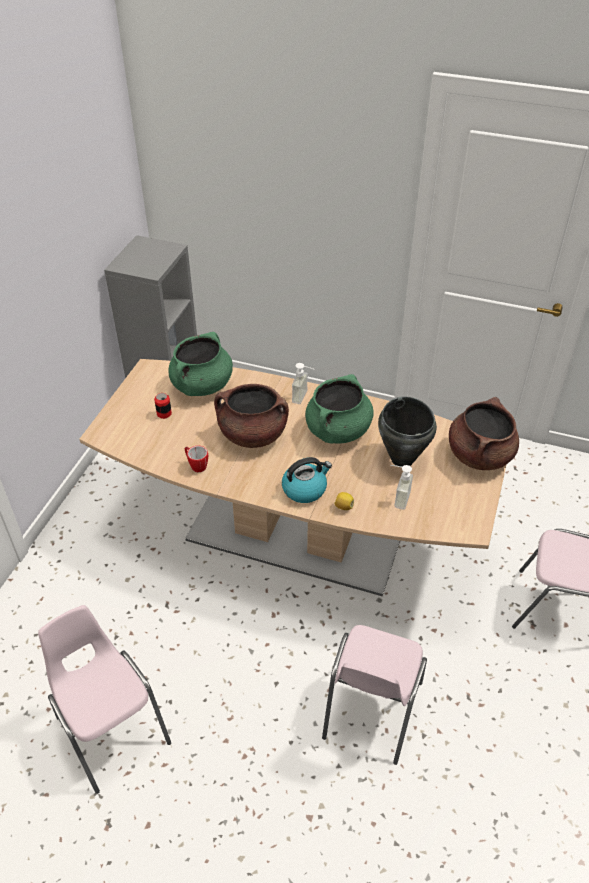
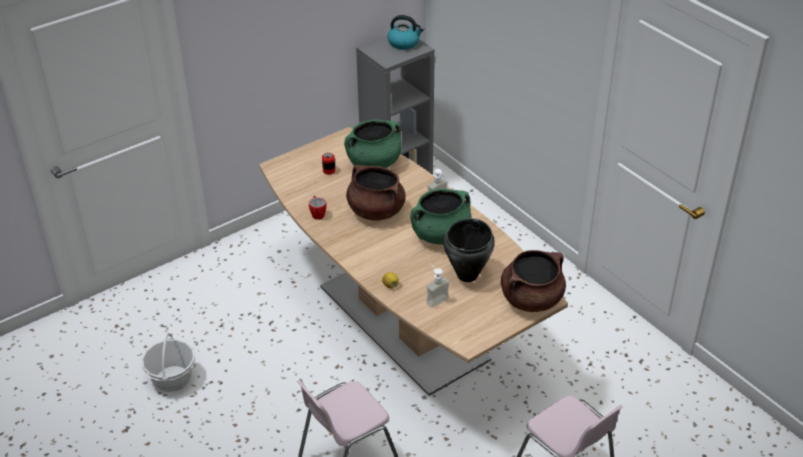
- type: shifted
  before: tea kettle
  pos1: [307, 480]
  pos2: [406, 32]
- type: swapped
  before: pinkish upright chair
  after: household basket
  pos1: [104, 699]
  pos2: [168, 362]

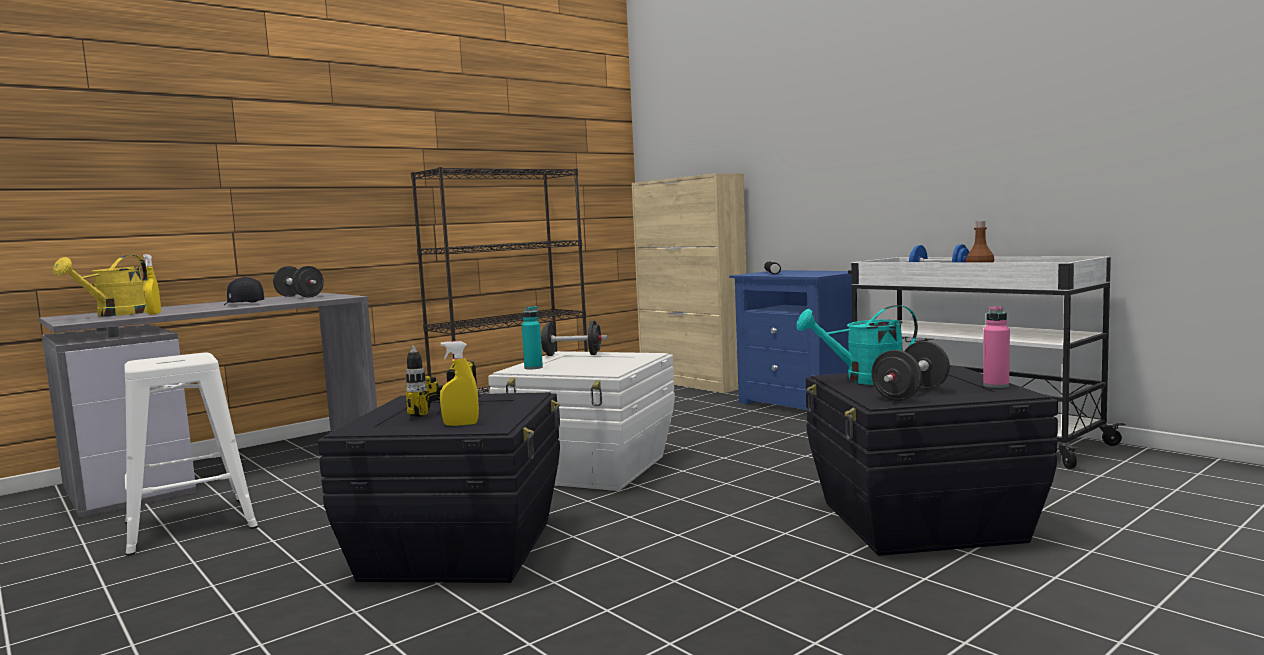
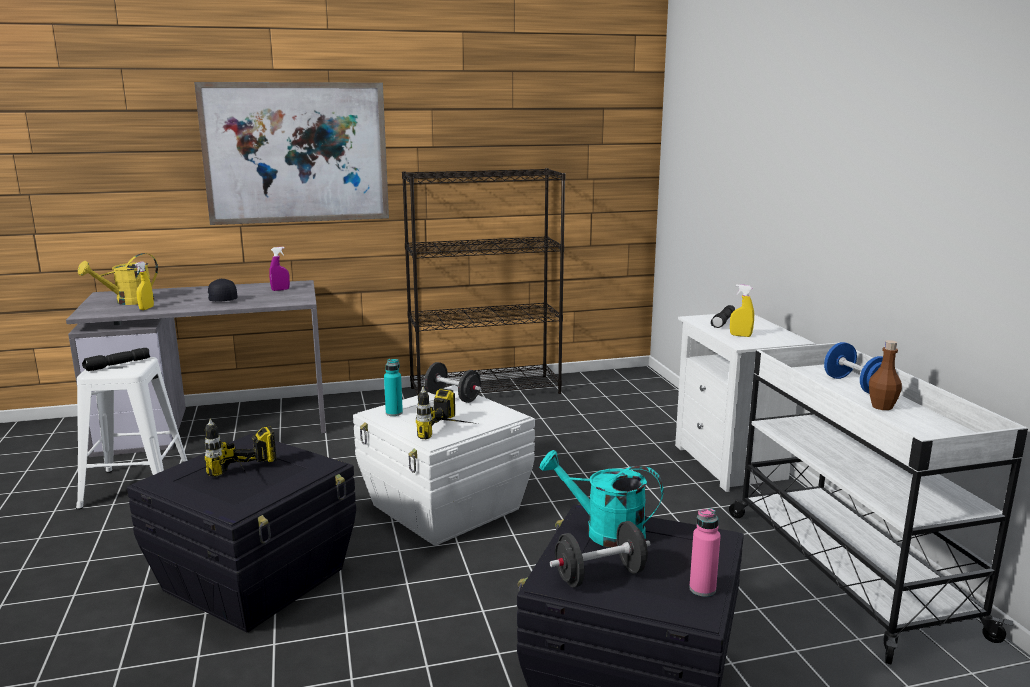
- type: gone
  before: beige-coloured cabinet
  pos1: [689, 283]
- type: swapped
  before: black-coloured hand weight
  after: purplish hand sprayer
  pos1: [298, 281]
  pos2: [279, 269]
- type: repainted
  before: blue night table
  after: white-coloured night table
  pos1: [790, 340]
  pos2: [745, 403]
- type: shifted
  before: yellow hand sprayer
  pos1: [459, 383]
  pos2: [742, 310]
- type: new
  after: wall art
  pos2: [291, 153]
- type: new
  after: black-coloured torch
  pos2: [116, 359]
- type: new
  after: electric drill
  pos2: [447, 413]

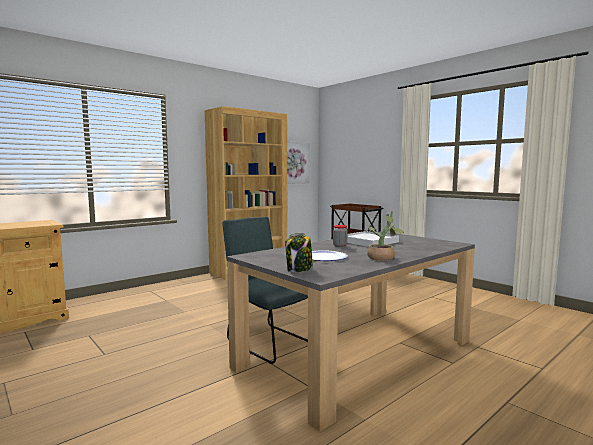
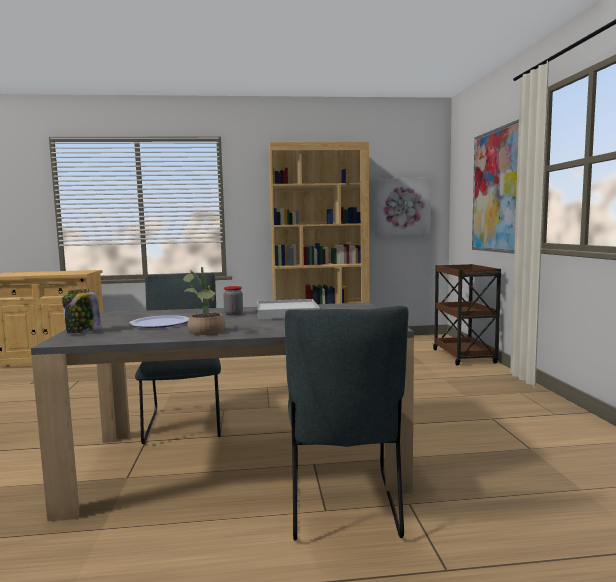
- type: new
  after: wall art
  pos2: [495, 186]
- type: new
  after: gray upright chair
  pos2: [347, 423]

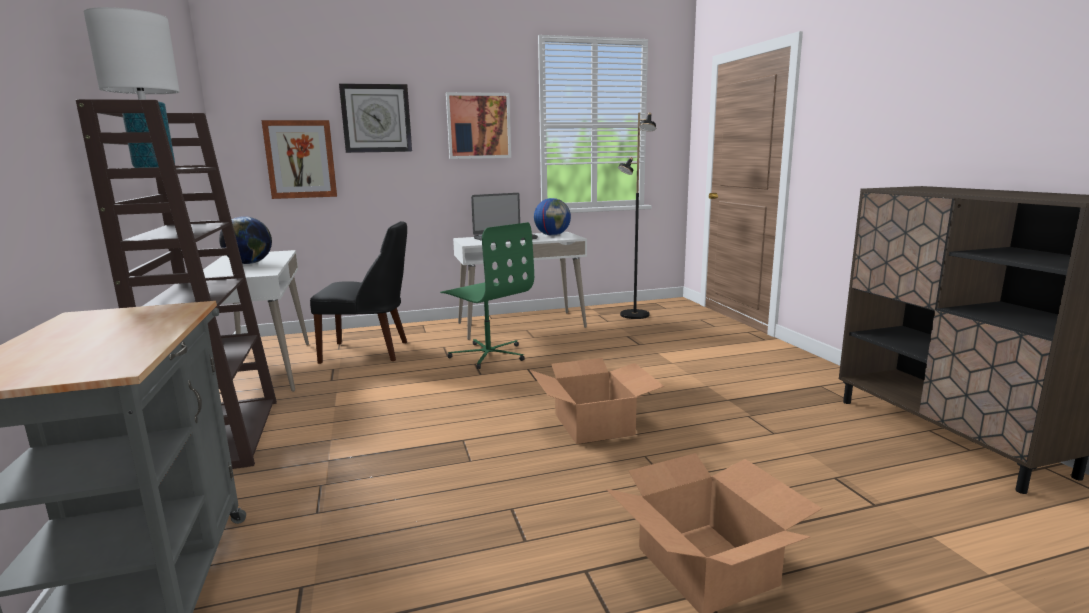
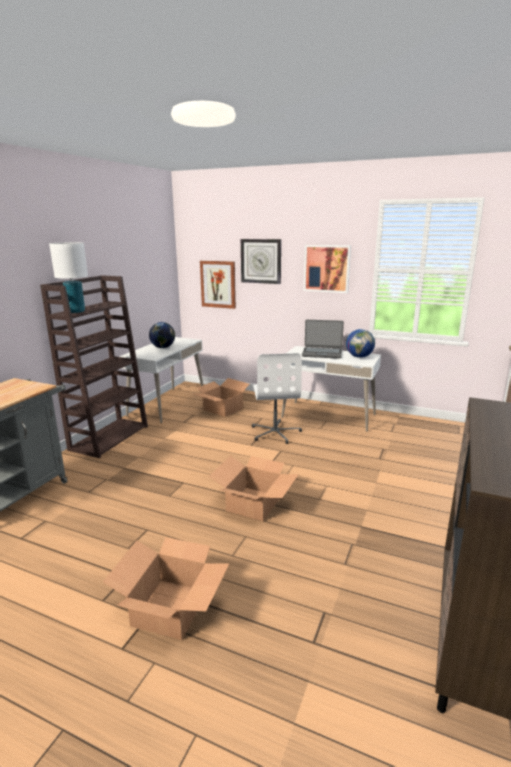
- type: gone
  before: black-coloured standard lamp
  pos1: [637, 216]
- type: swapped
  before: black-coloured upright chair
  after: cardboard box
  pos1: [358, 292]
  pos2: [222, 397]
- type: repainted
  before: green desk chair
  after: white-coloured desk chair
  pos1: [487, 295]
  pos2: [277, 398]

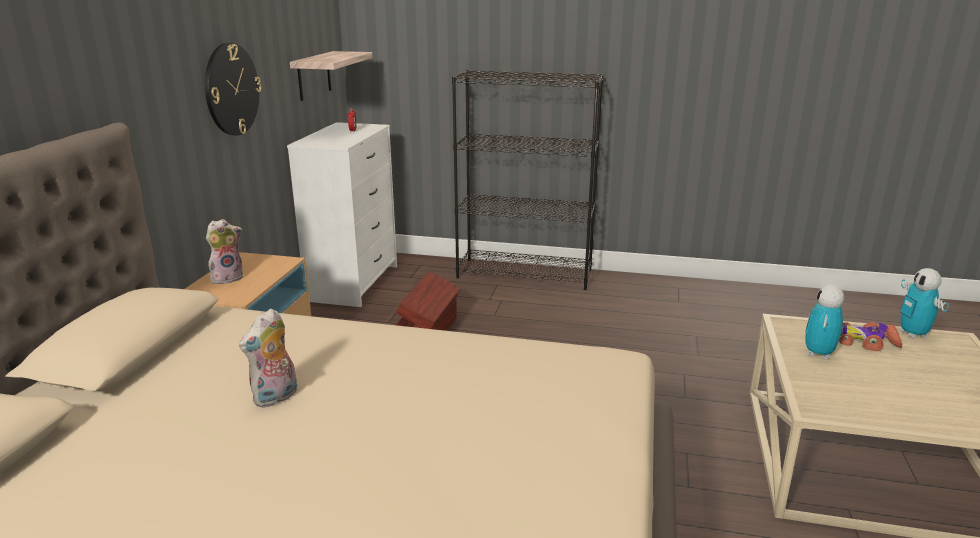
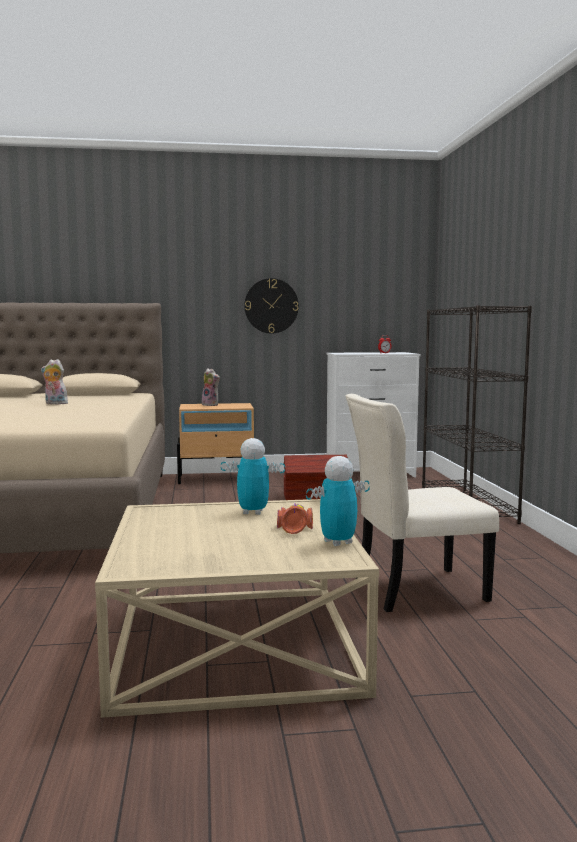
- type: gone
  before: wall shelf
  pos1: [331, 76]
- type: new
  after: beige-coloured upright chair
  pos2: [422, 503]

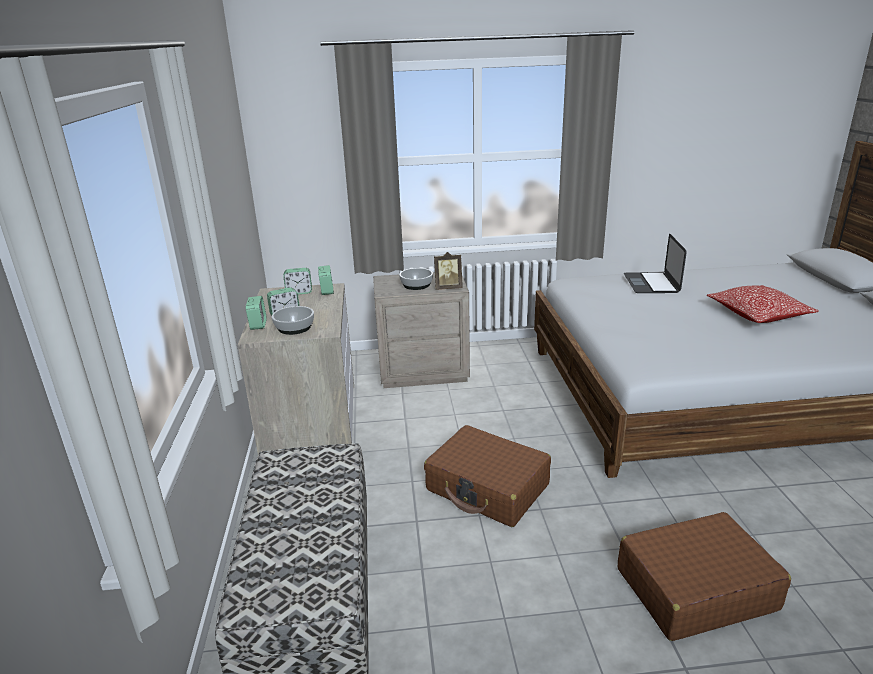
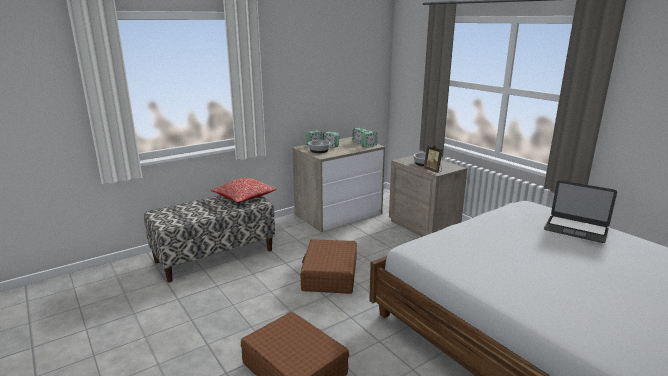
- type: rotated
  before: laptop
  pos1: [655, 263]
  pos2: [580, 211]
  turn: -120
- type: shifted
  before: throw pillow
  pos1: [763, 304]
  pos2: [243, 190]

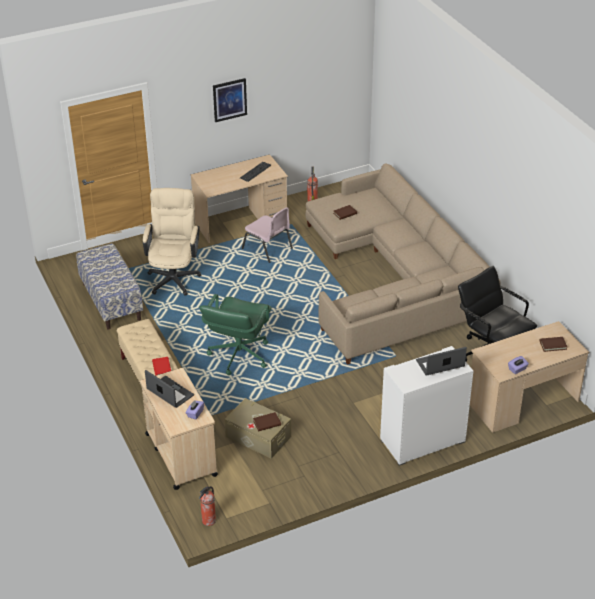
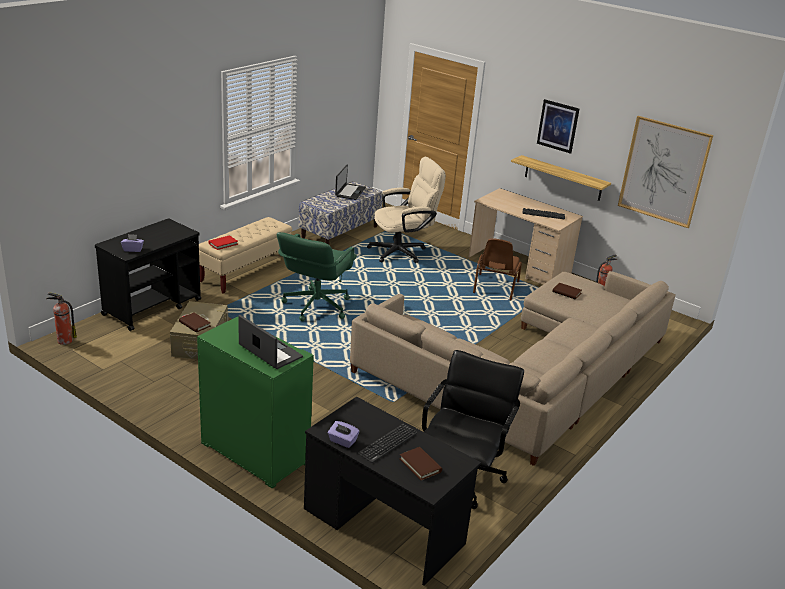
- type: repainted
  before: pinkish upright chair
  after: brown upright chair
  pos1: [267, 235]
  pos2: [497, 269]
- type: rotated
  before: green desk chair
  pos1: [235, 334]
  pos2: [317, 276]
  turn: -60
- type: repainted
  before: beige-coloured desk unit
  after: black-coloured desk unit
  pos1: [529, 377]
  pos2: [392, 491]
- type: repainted
  before: white-coloured cabinet
  after: green cabinet
  pos1: [426, 406]
  pos2: [255, 403]
- type: repainted
  before: beige-coloured cart
  after: black-coloured cart
  pos1: [179, 429]
  pos2: [148, 275]
- type: shifted
  before: laptop
  pos1: [169, 389]
  pos2: [350, 182]
- type: new
  after: wall art
  pos2: [665, 172]
- type: new
  after: wall shelf
  pos2: [561, 178]
- type: new
  after: computer keyboard
  pos2: [387, 443]

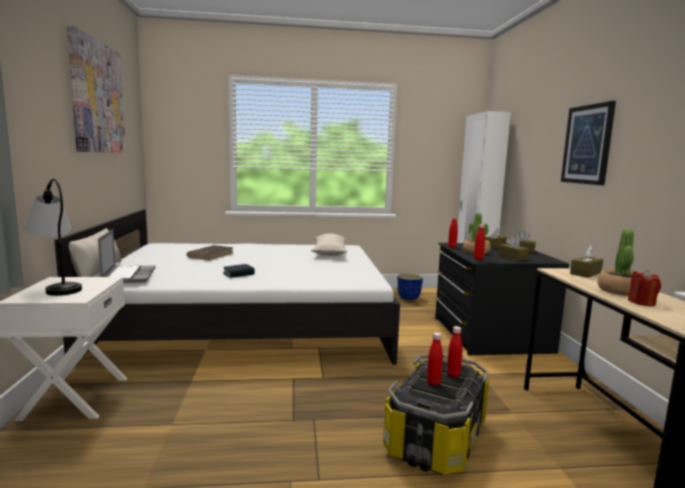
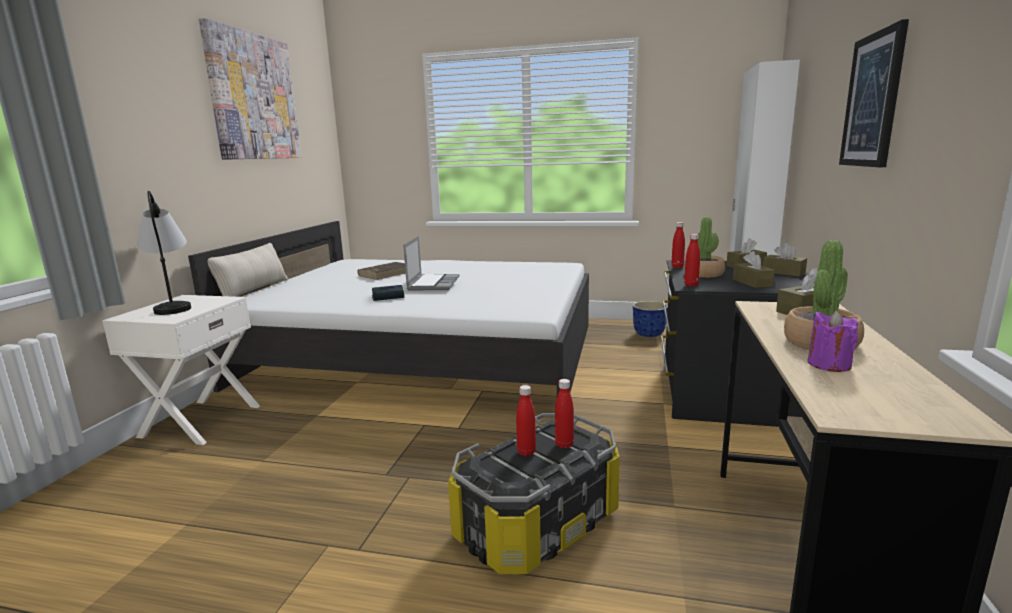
- type: shifted
  before: laptop
  pos1: [126, 256]
  pos2: [431, 263]
- type: gone
  before: beige-coloured throw pillow
  pos1: [329, 245]
- type: repainted
  before: red candle
  after: purplish candle
  pos1: [644, 288]
  pos2: [832, 341]

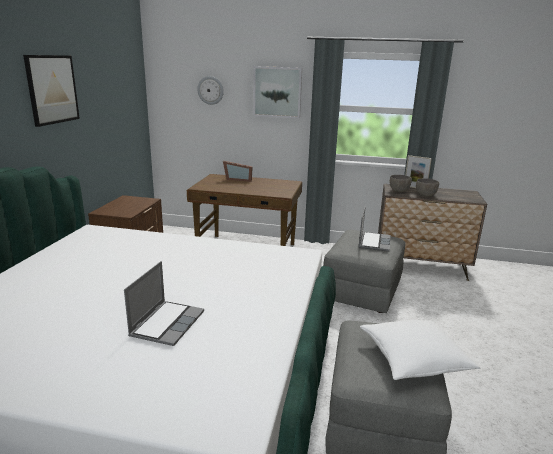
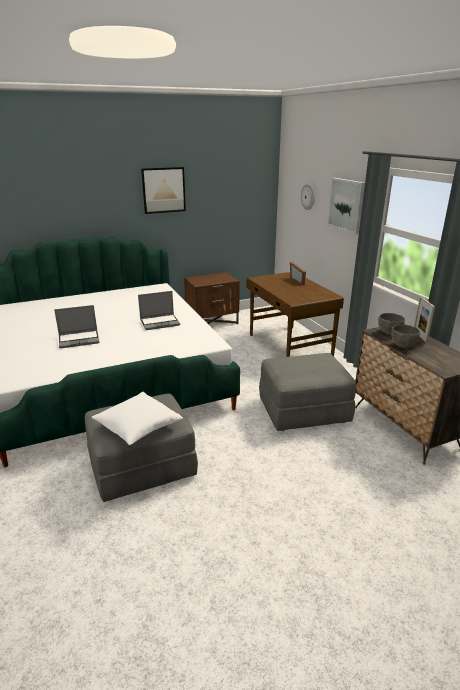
- type: shifted
  before: laptop
  pos1: [375, 229]
  pos2: [159, 310]

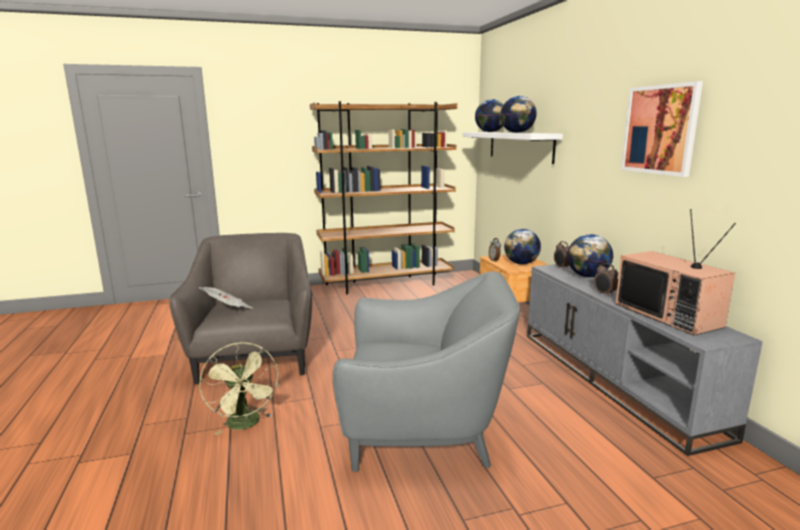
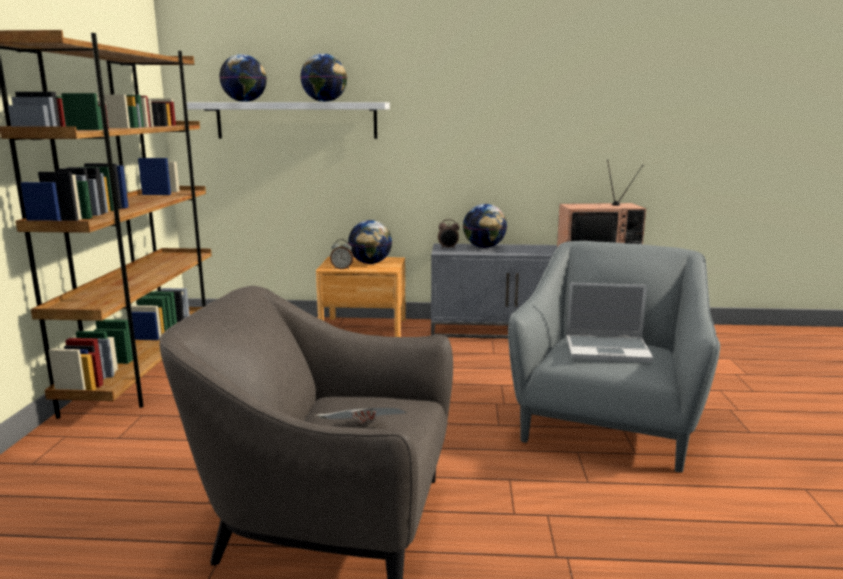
- type: gone
  before: wall art
  pos1: [662, 129]
- type: gone
  before: alarm clock
  pos1: [606, 279]
- type: gone
  before: green fan
  pos1: [239, 388]
- type: new
  after: laptop
  pos2: [610, 322]

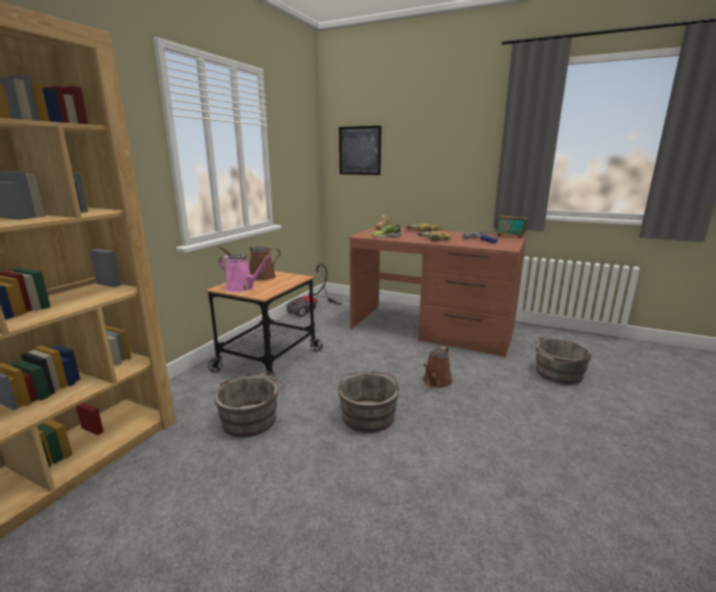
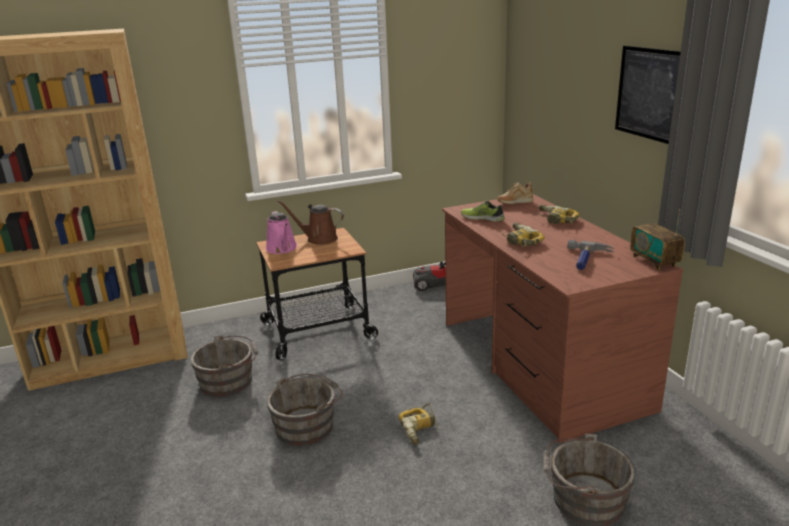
- type: shifted
  before: wall art
  pos1: [360, 150]
  pos2: [648, 95]
- type: swapped
  before: brown sprinkling can
  after: electric drill
  pos1: [438, 367]
  pos2: [418, 424]

